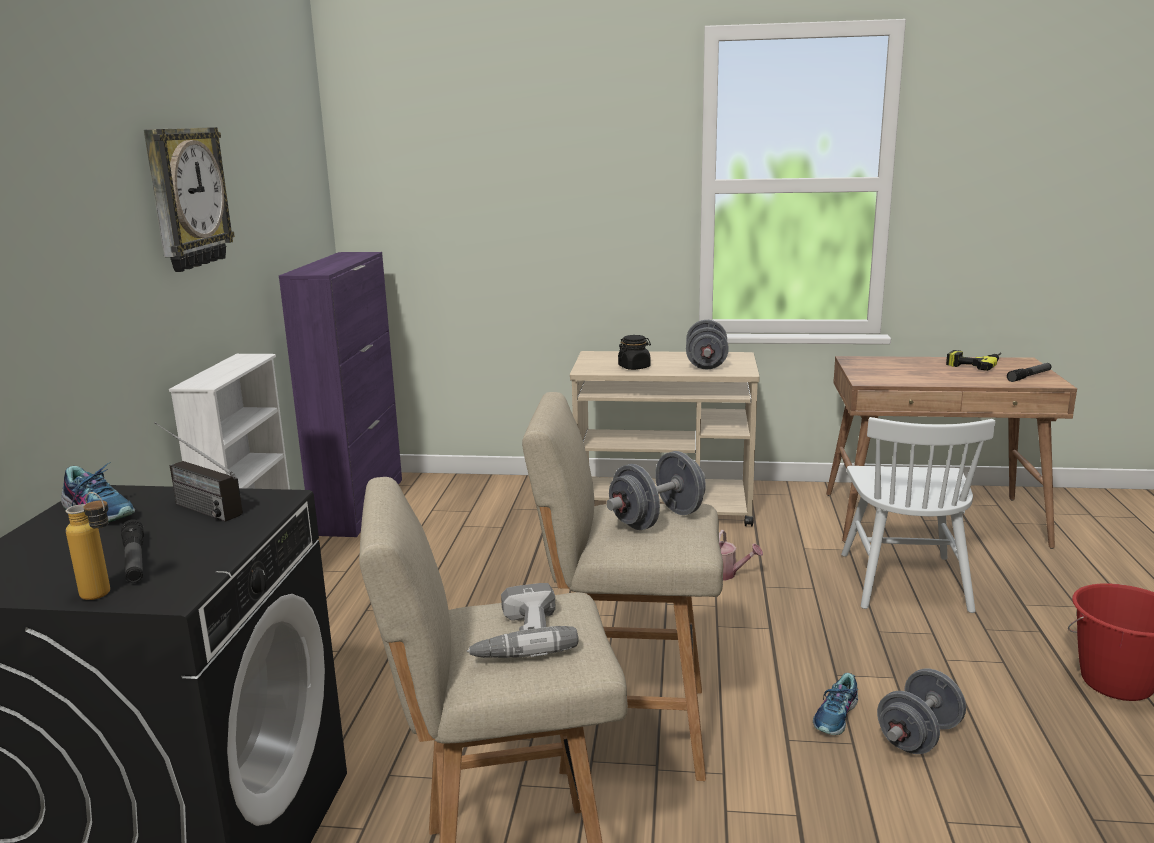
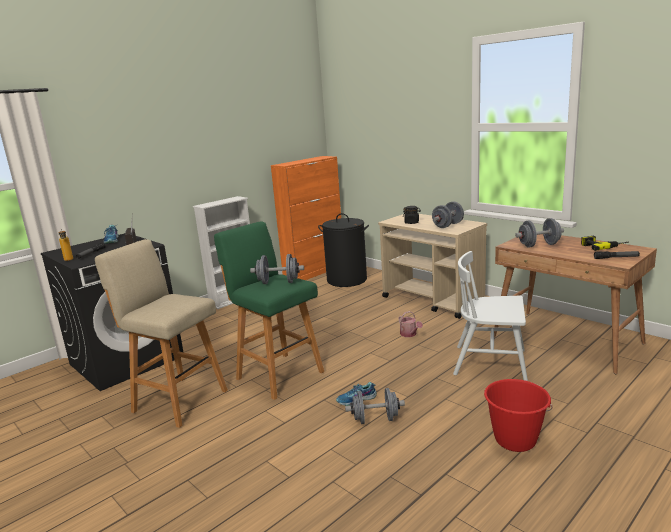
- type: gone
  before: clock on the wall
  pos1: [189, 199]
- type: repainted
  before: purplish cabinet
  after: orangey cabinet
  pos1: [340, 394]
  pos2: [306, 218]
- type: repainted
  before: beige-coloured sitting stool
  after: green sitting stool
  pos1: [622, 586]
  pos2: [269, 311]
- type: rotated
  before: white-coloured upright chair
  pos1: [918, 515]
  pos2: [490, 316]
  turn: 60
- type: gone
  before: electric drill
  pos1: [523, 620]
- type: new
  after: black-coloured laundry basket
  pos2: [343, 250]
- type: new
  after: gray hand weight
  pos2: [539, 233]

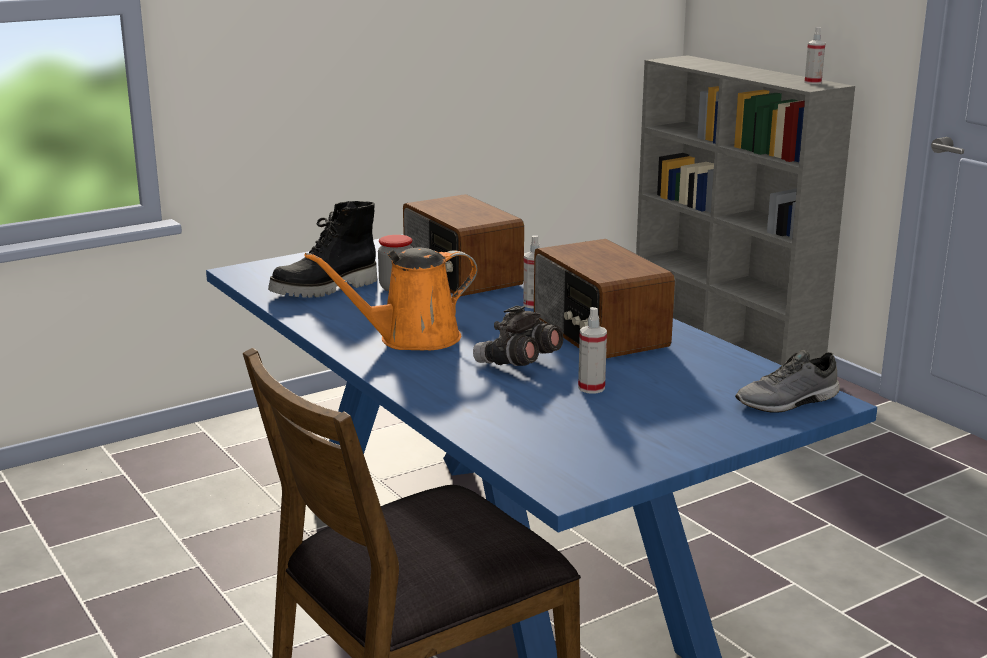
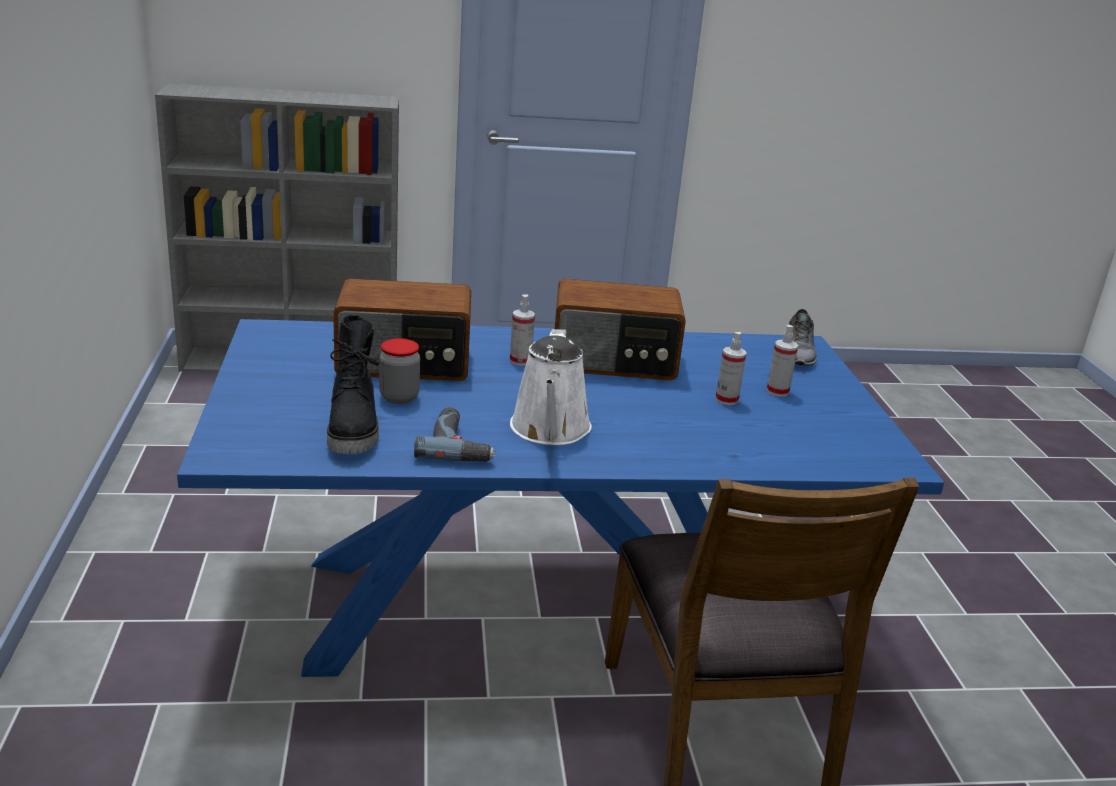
- type: shifted
  before: hand sprayer
  pos1: [814, 55]
  pos2: [782, 361]
- type: repainted
  before: orangey sprinkling can
  after: white-coloured sprinkling can
  pos1: [390, 299]
  pos2: [551, 387]
- type: gone
  before: gray field glasses
  pos1: [518, 336]
- type: new
  after: electric drill
  pos2: [454, 434]

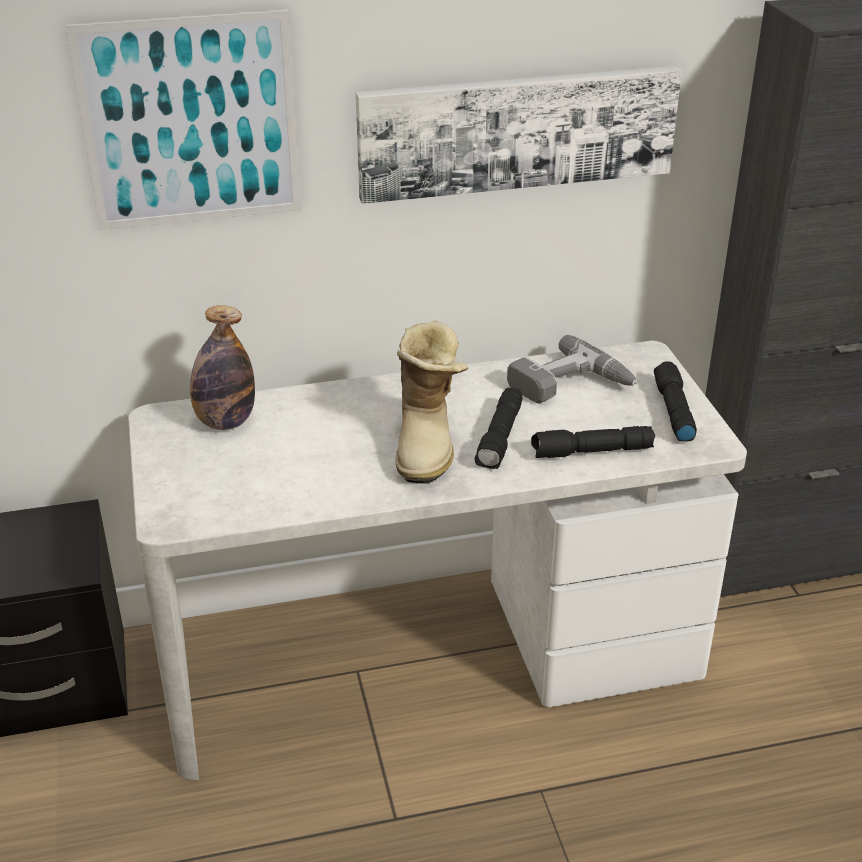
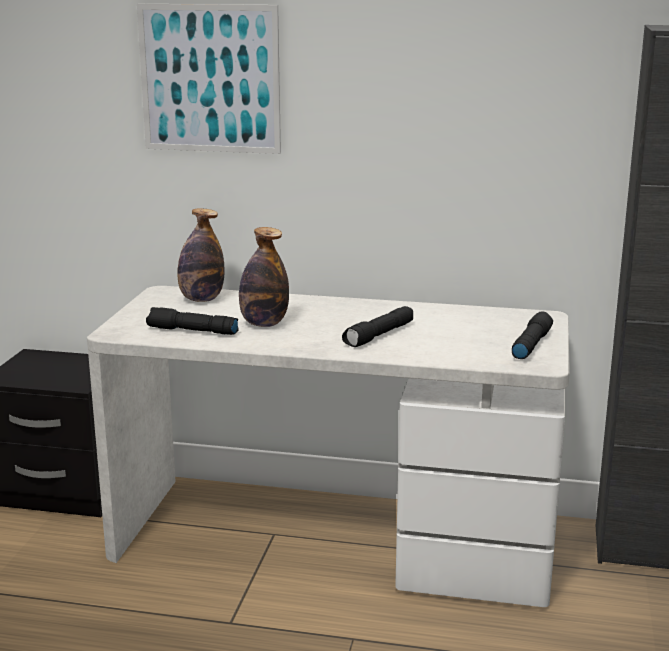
- type: gone
  before: wall art
  pos1: [519, 135]
- type: gone
  before: tall boot
  pos1: [432, 402]
- type: gone
  before: electric drill
  pos1: [572, 369]
- type: shifted
  before: black-coloured torch
  pos1: [593, 442]
  pos2: [192, 321]
- type: new
  after: bottle
  pos2: [264, 277]

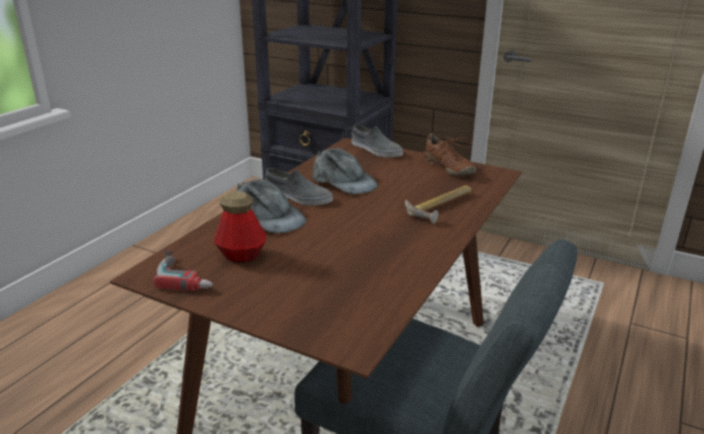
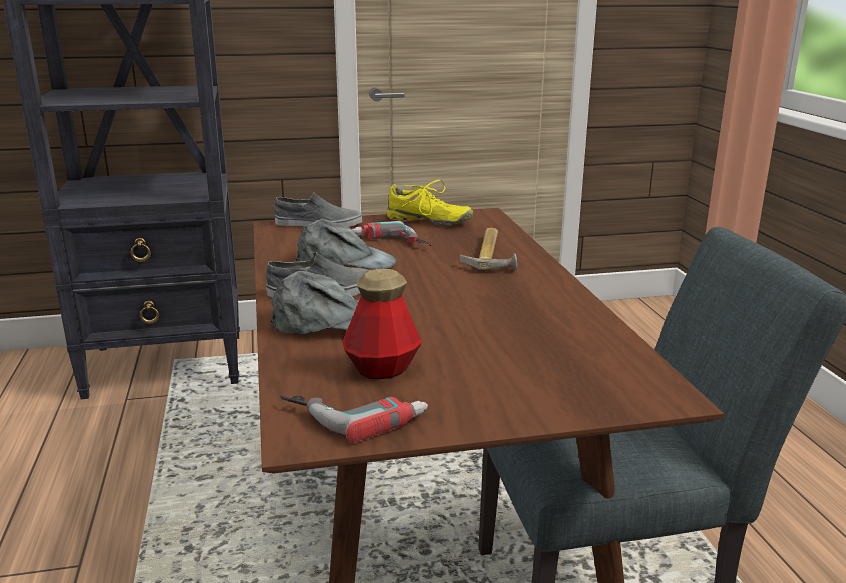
- type: repainted
  before: brown shoe
  after: yellow shoe
  pos1: [449, 154]
  pos2: [429, 202]
- type: new
  after: electric drill
  pos2: [391, 233]

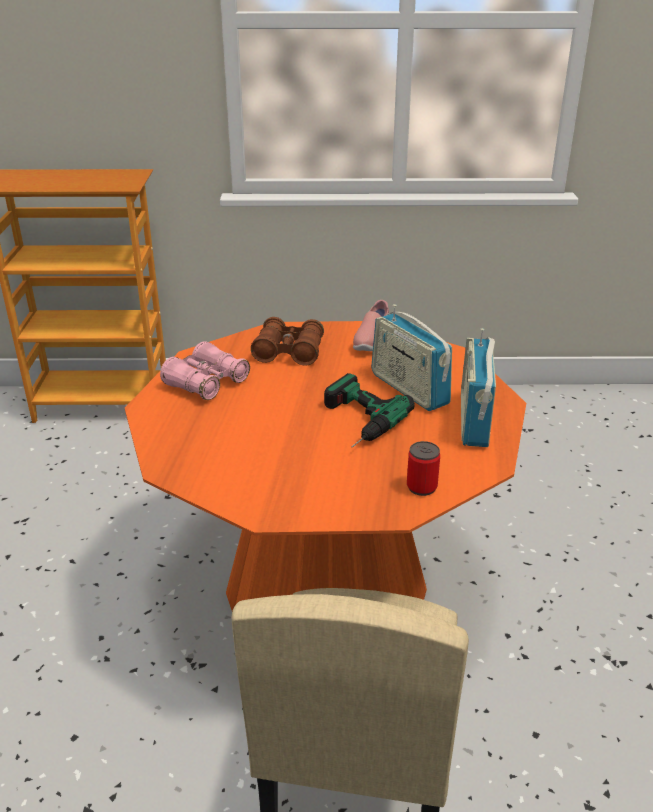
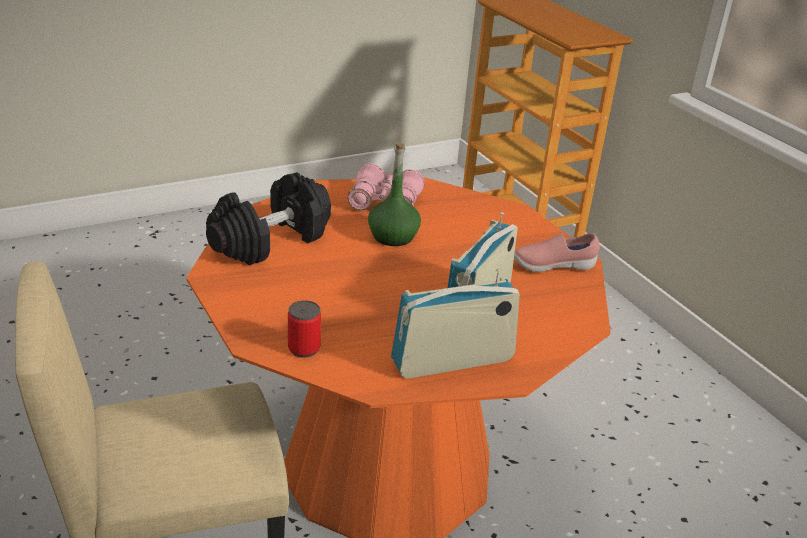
- type: gone
  before: brown field glasses
  pos1: [287, 341]
- type: gone
  before: electric drill
  pos1: [369, 410]
- type: new
  after: green bottle
  pos2: [394, 194]
- type: new
  after: black-coloured hand weight
  pos2: [268, 219]

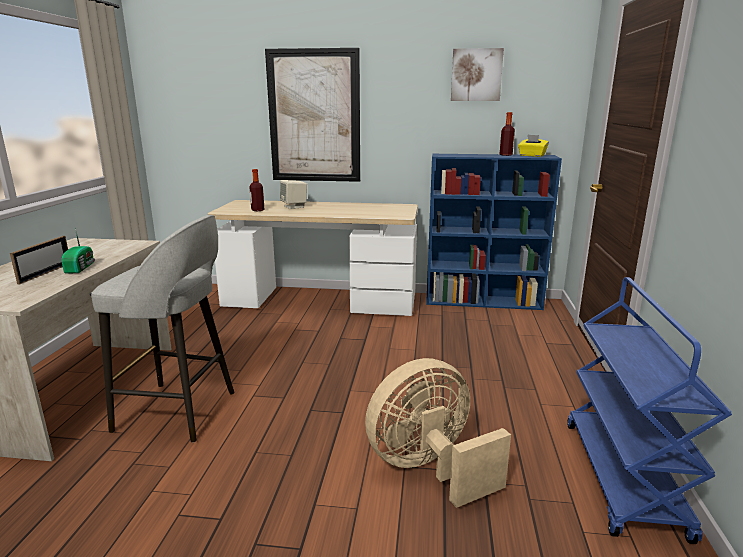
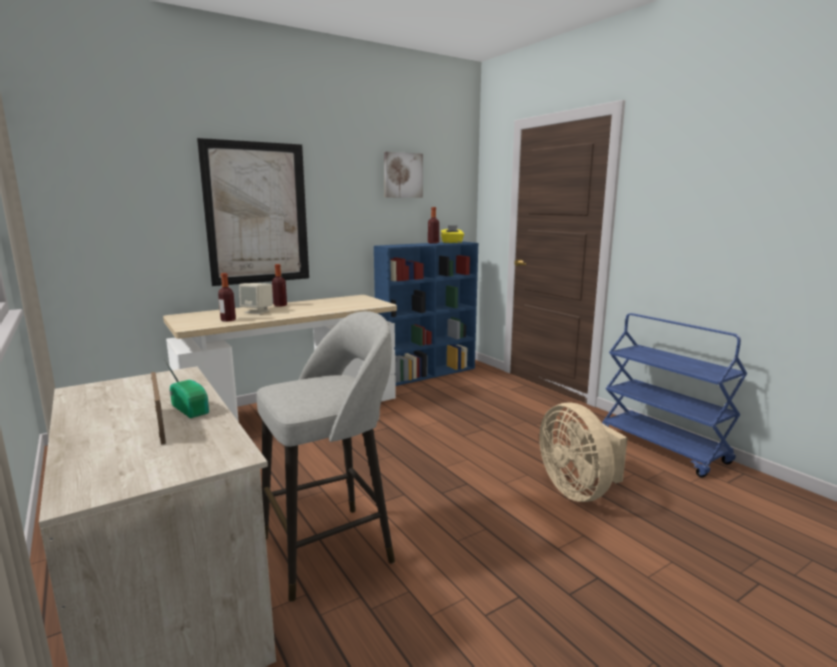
- type: rotated
  before: beige-coloured fan
  pos1: [438, 433]
  pos2: [583, 452]
  turn: -45
- type: new
  after: bottle
  pos2: [279, 285]

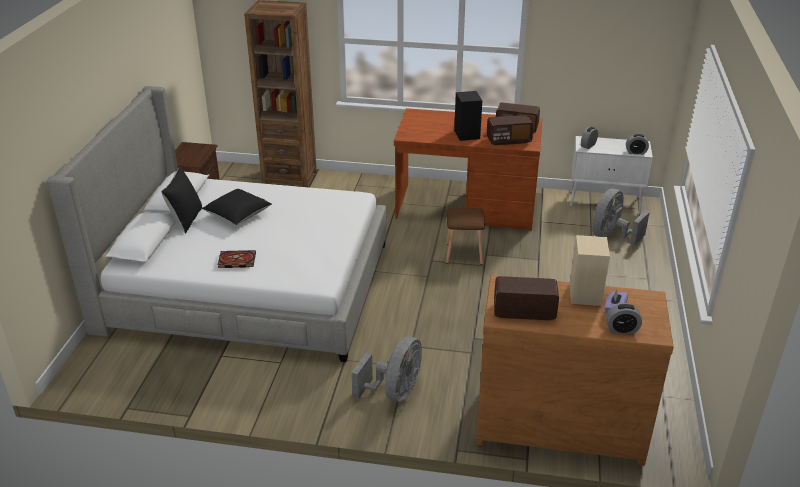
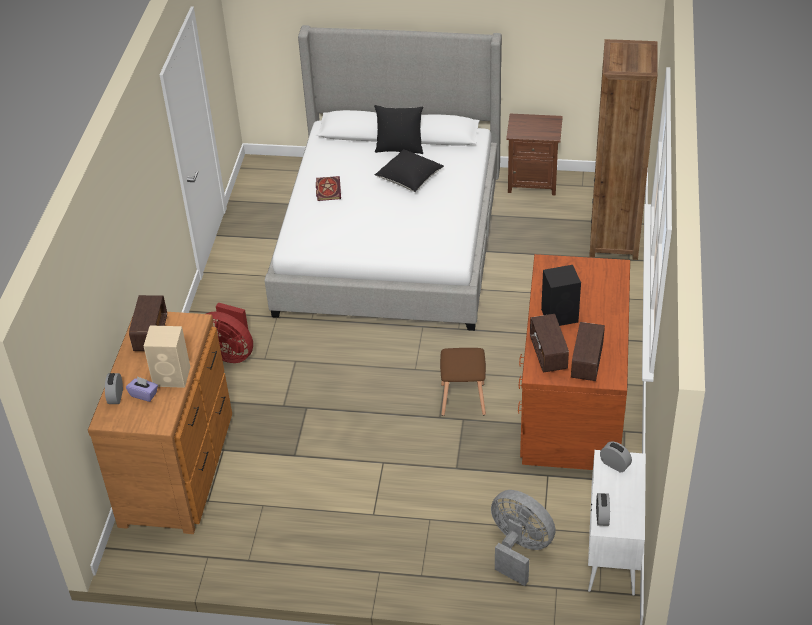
- type: repainted
  before: gray fan
  after: red fan
  pos1: [386, 369]
  pos2: [229, 332]

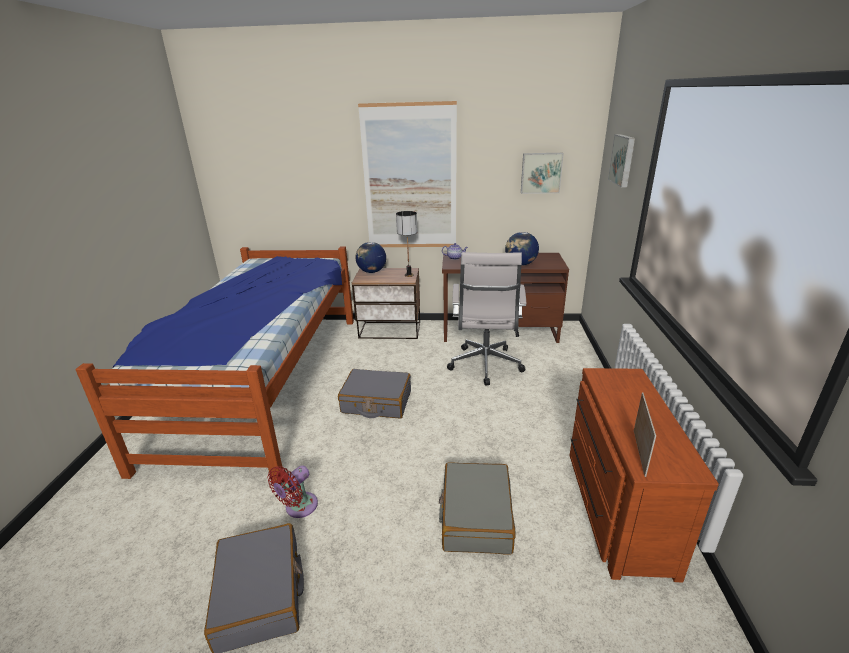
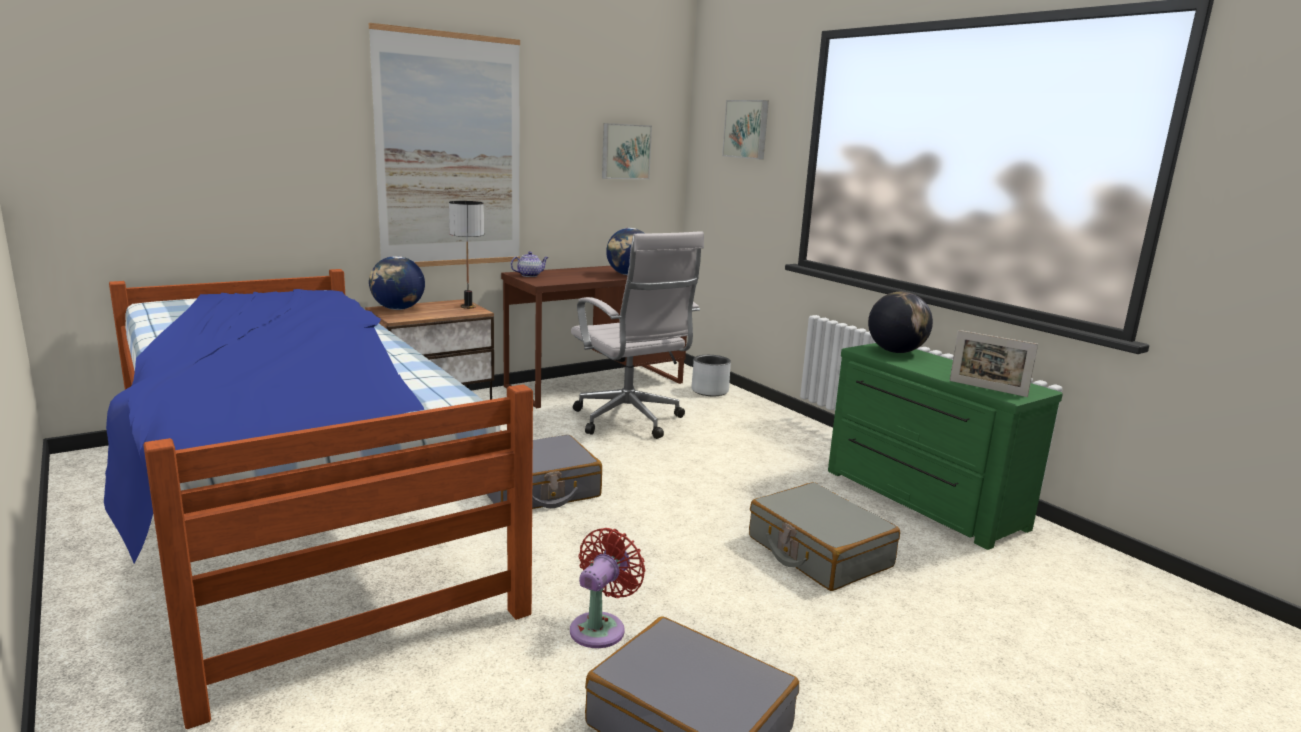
- type: repainted
  before: brown dresser
  after: green dresser
  pos1: [644, 475]
  pos2: [945, 446]
- type: rotated
  before: picture frame
  pos1: [645, 434]
  pos2: [994, 363]
  turn: 150
- type: rotated
  before: red fan
  pos1: [293, 491]
  pos2: [607, 588]
  turn: -150
- type: new
  after: desk globe
  pos2: [900, 322]
- type: new
  after: gray plant pot
  pos2: [711, 375]

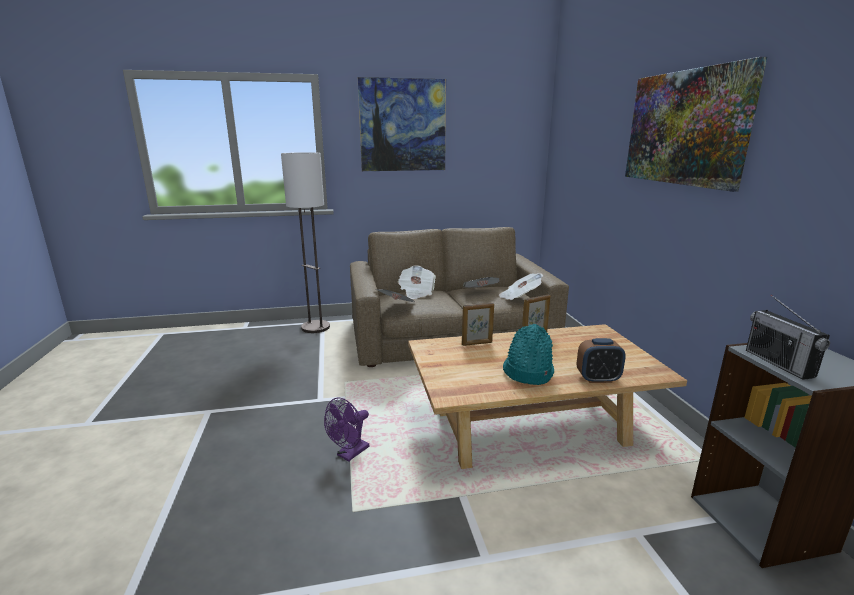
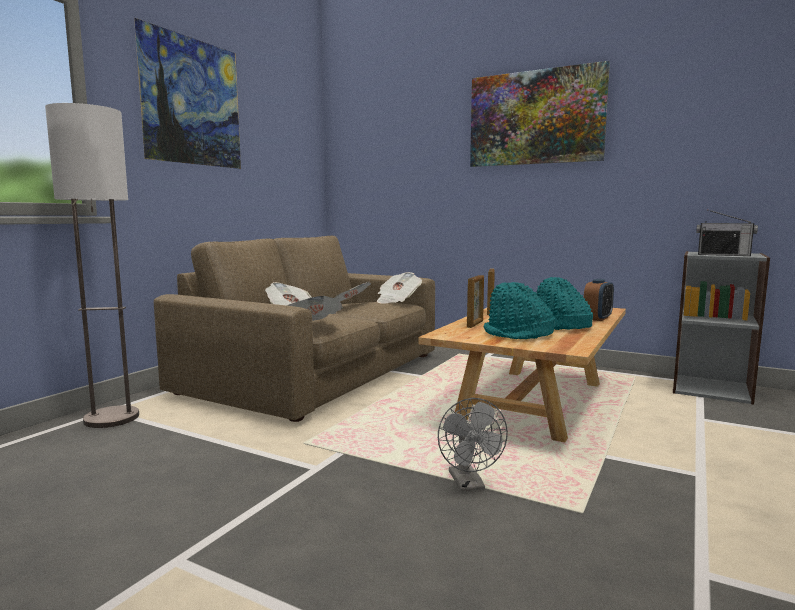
- type: repainted
  before: purplish fan
  after: gray fan
  pos1: [347, 429]
  pos2: [473, 445]
- type: new
  after: turquoise-coloured wearable hat
  pos2: [519, 310]

